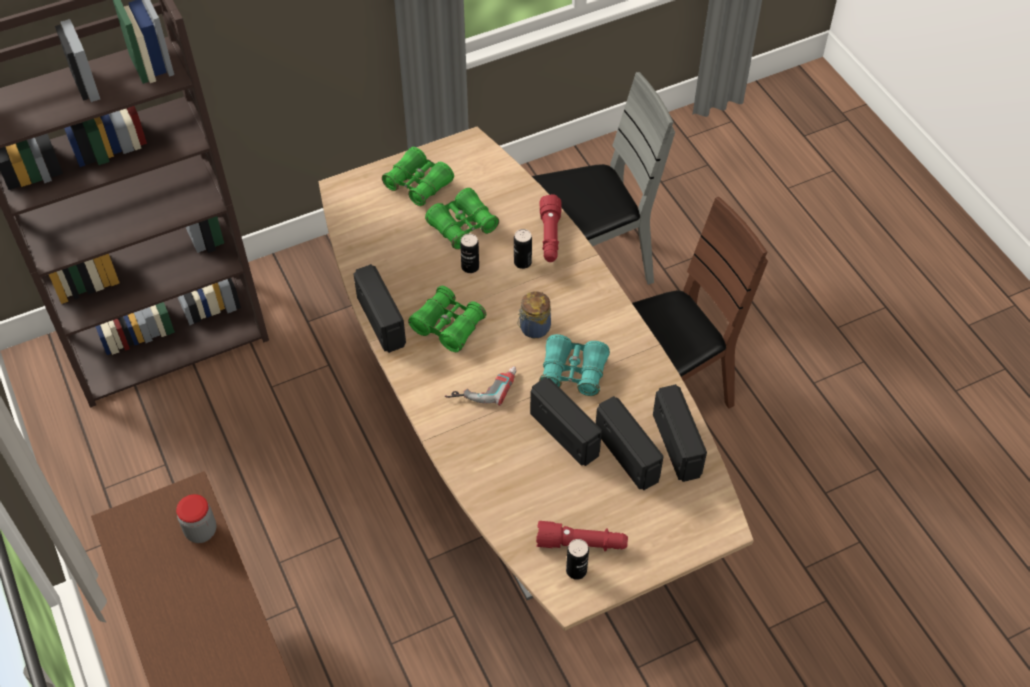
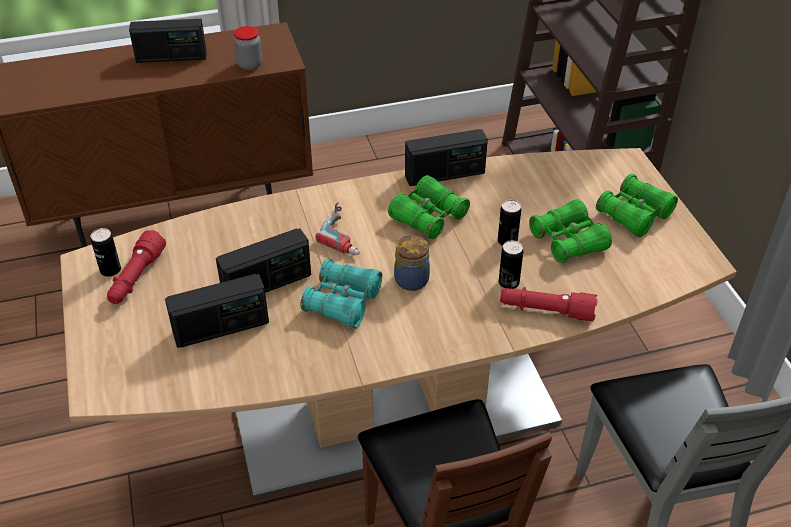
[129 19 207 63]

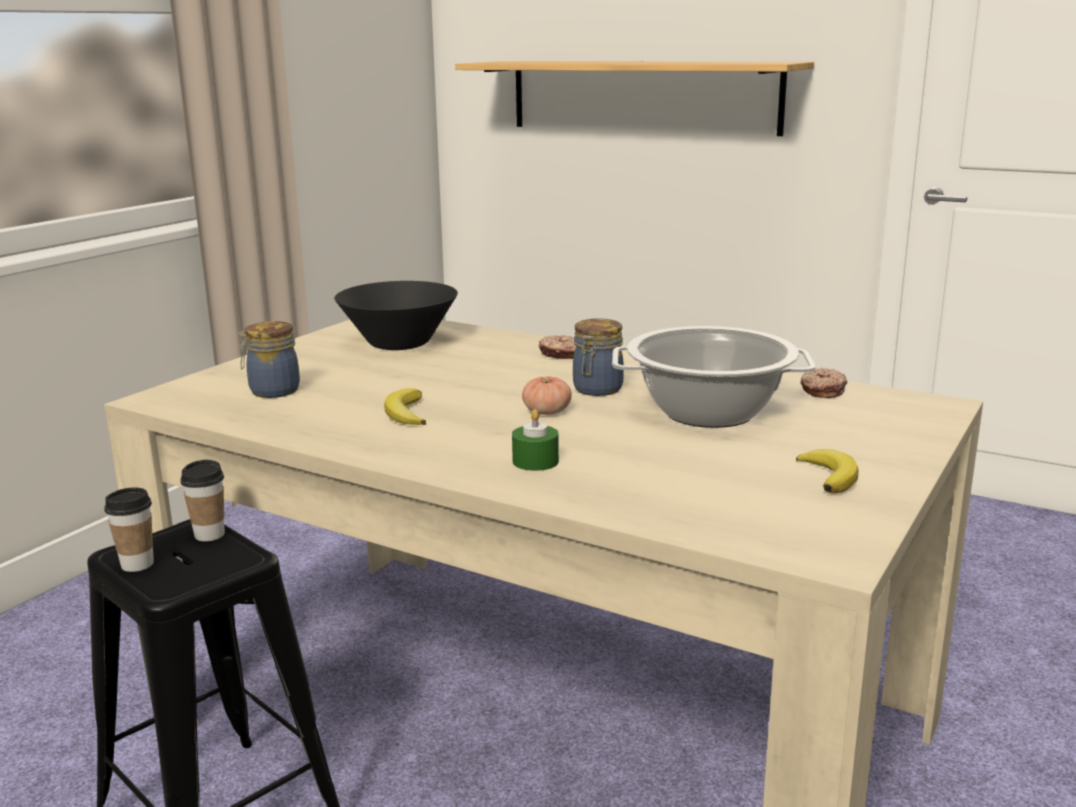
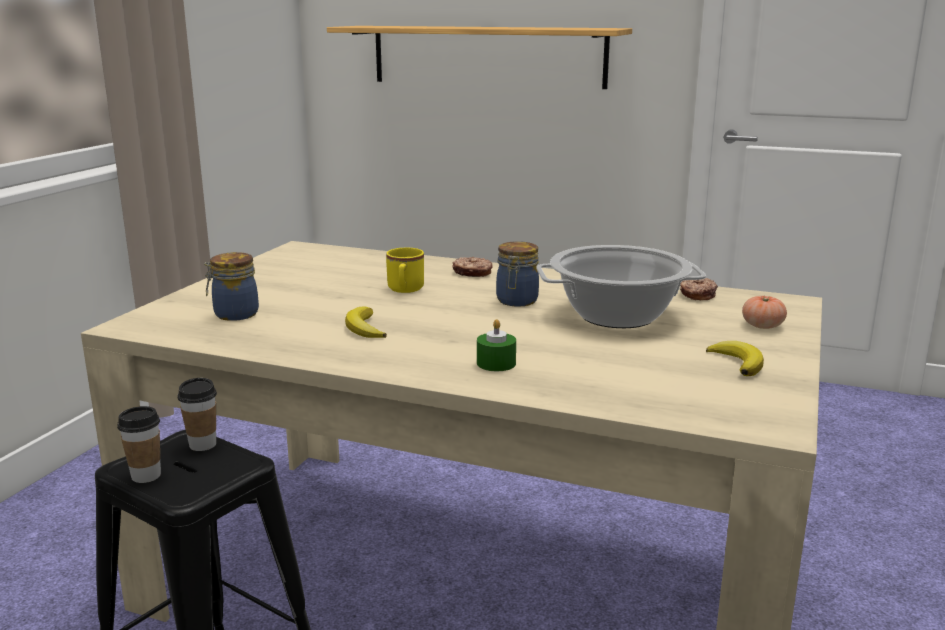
[334 281 458 350] (first image)
[742 296 787 329]
[386 248 424 293]

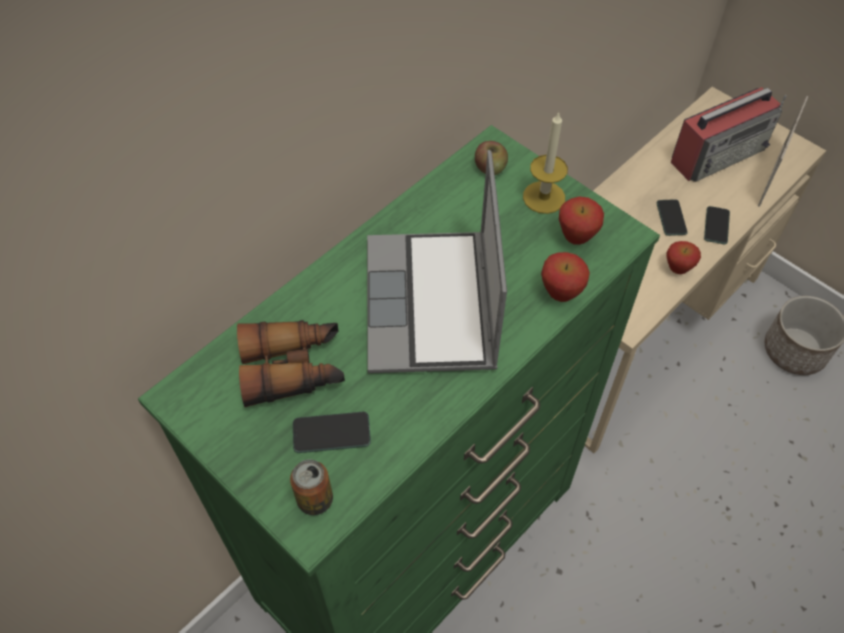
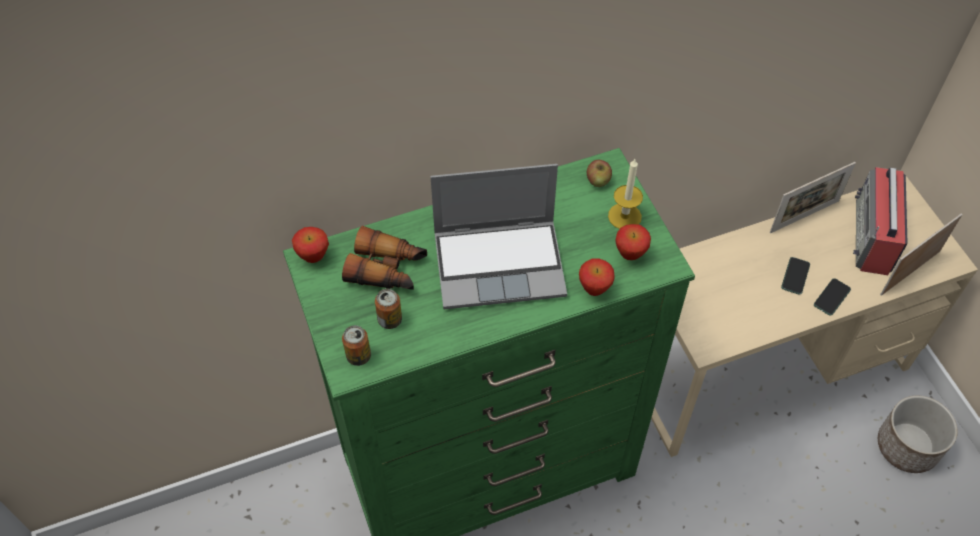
[853 167 908 275]
[430 164 567 309]
[292 227 329 263]
[375 289 402 329]
[770 162 856 233]

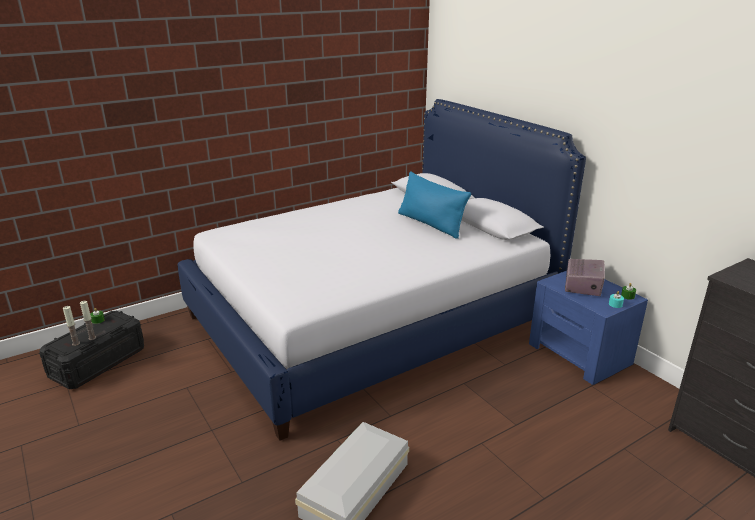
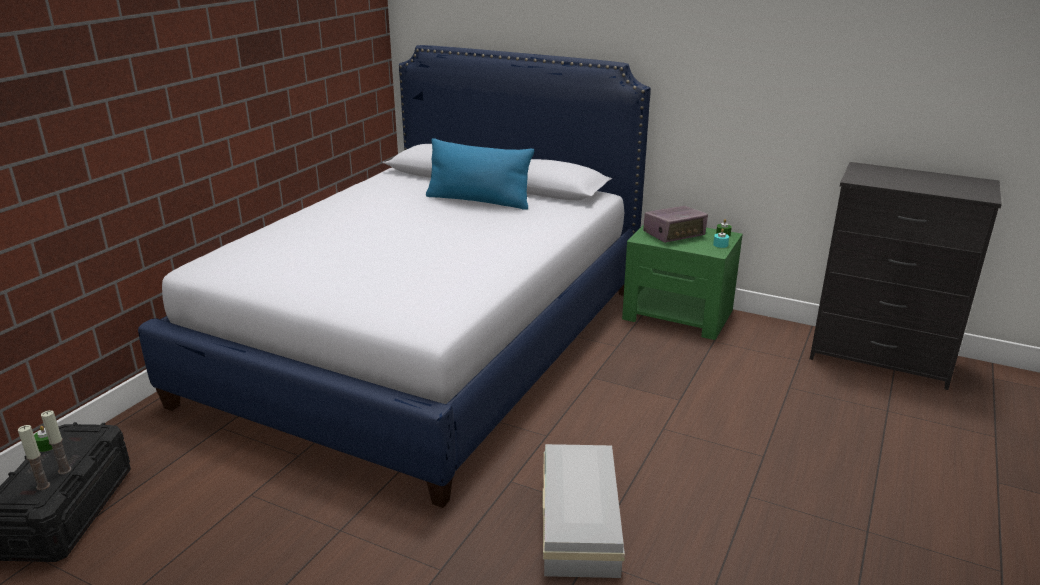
[643 206 708 243]
[622 225 743 340]

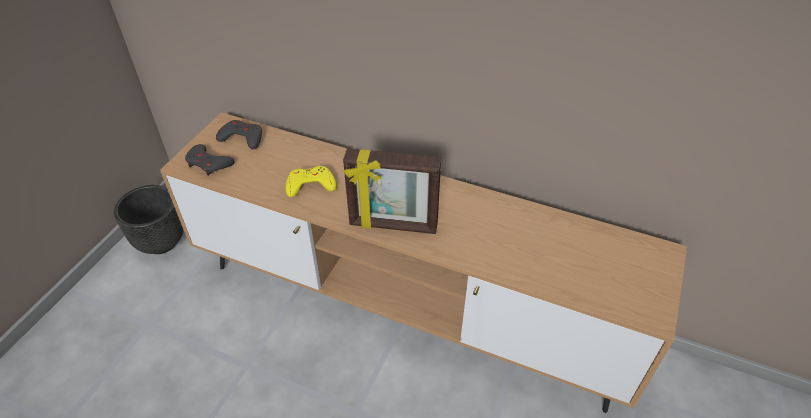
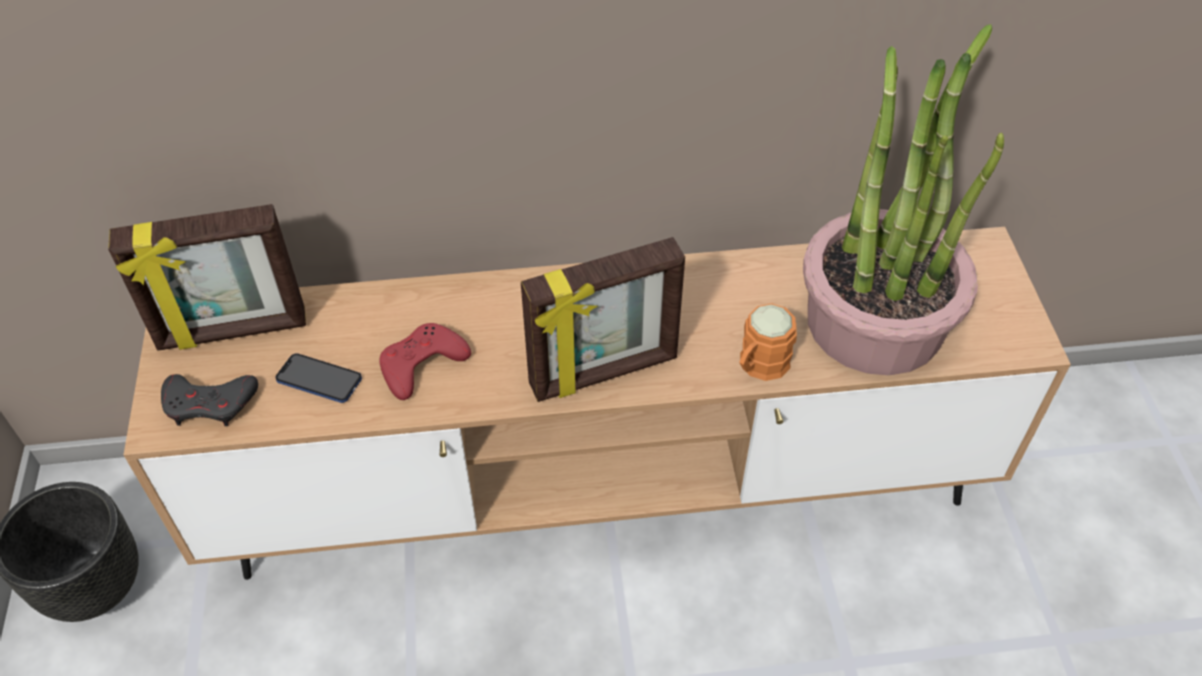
[108 204 306 351]
[379 323 471 400]
[803 24 1004 375]
[739 304 797 381]
[275 353 362 403]

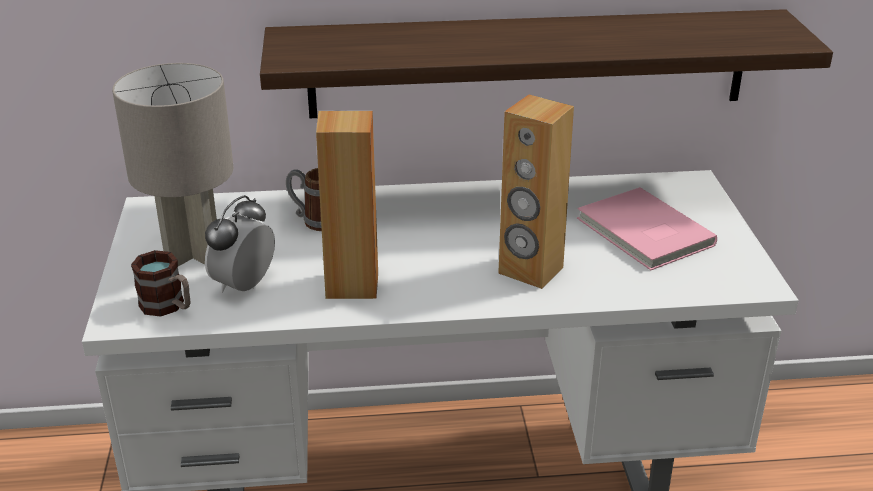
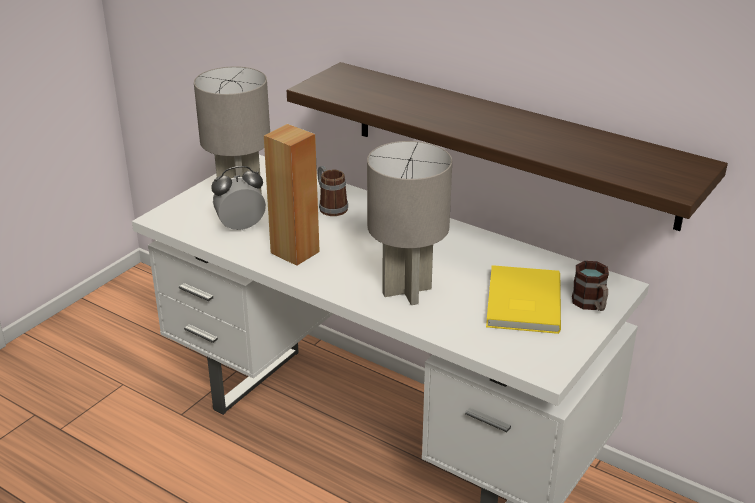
[367 141 452 305]
[486 265 561 334]
[572 261 609 311]

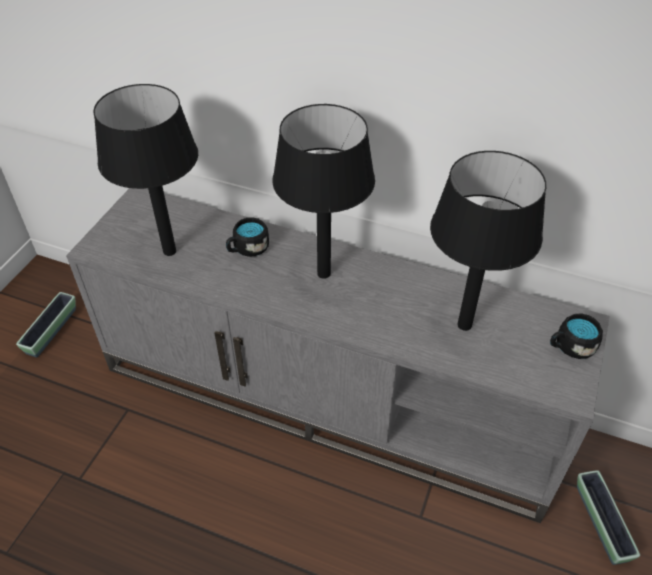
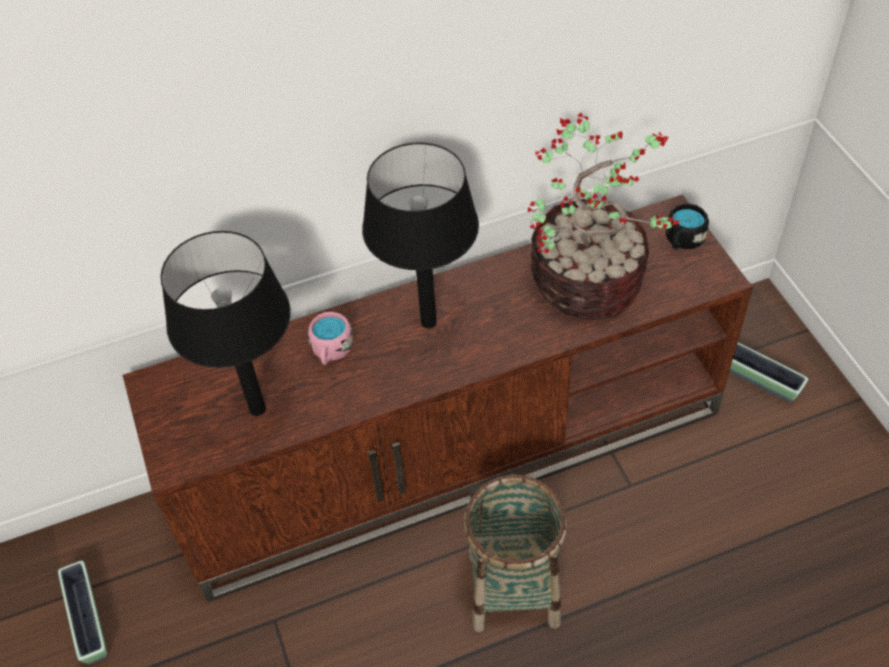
[527 112 680 320]
[123 194 753 602]
[308 312 353 365]
[464 475 567 632]

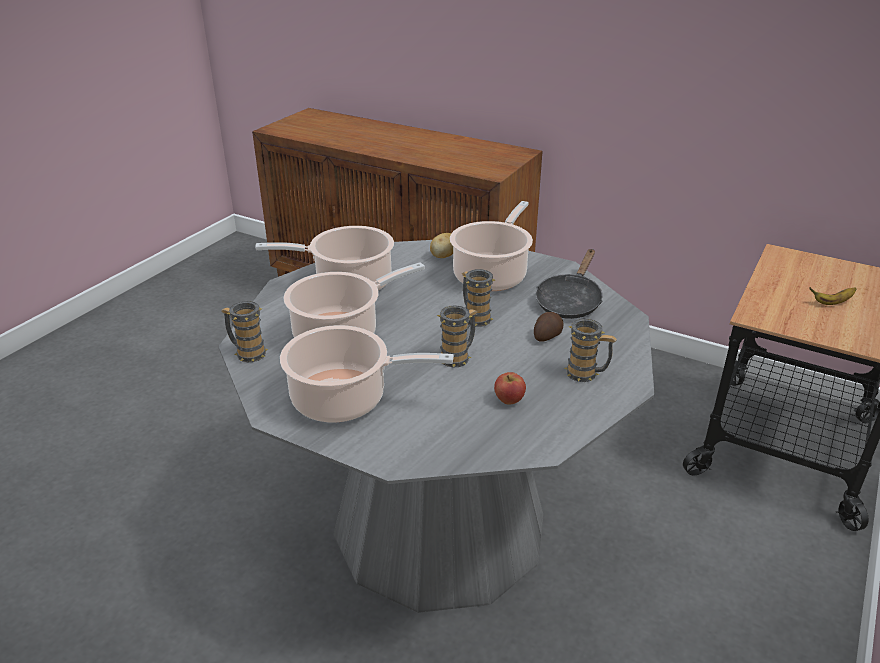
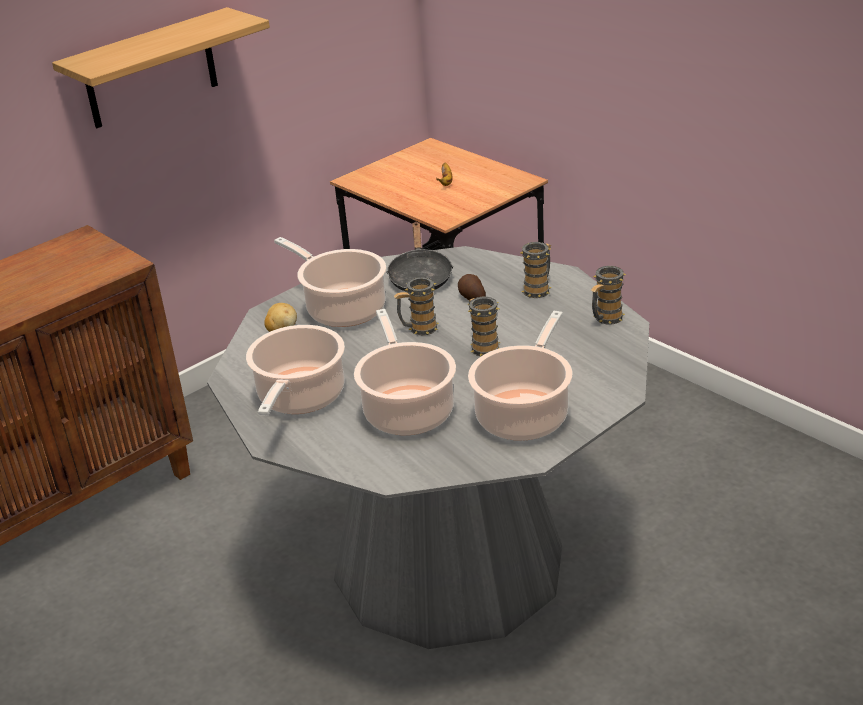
[386 222 453 292]
[591 266 626 325]
[494 372 526 405] (first image)
[52 7 270 128]

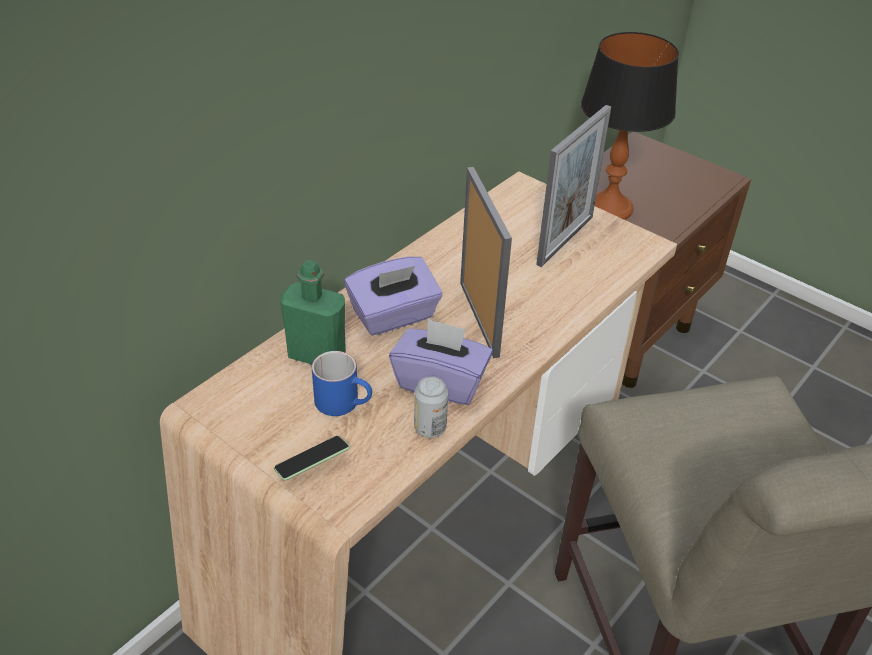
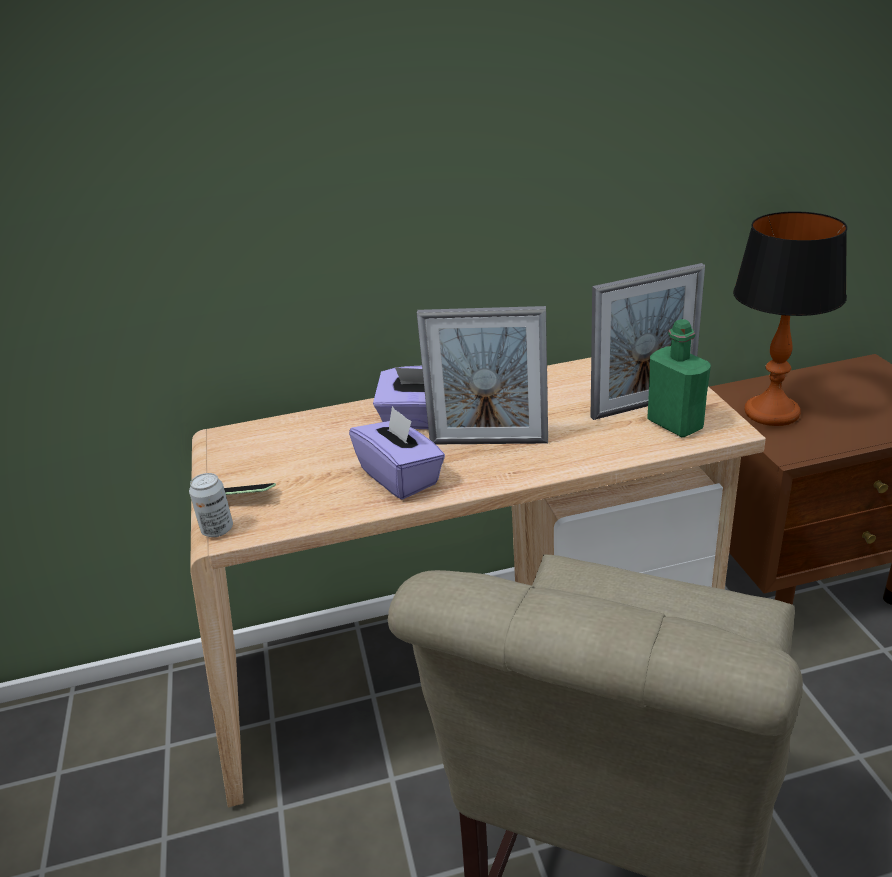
[417 306 548 444]
[647 319 711 437]
[312 351 372 416] (first image)
[189 473 233 537]

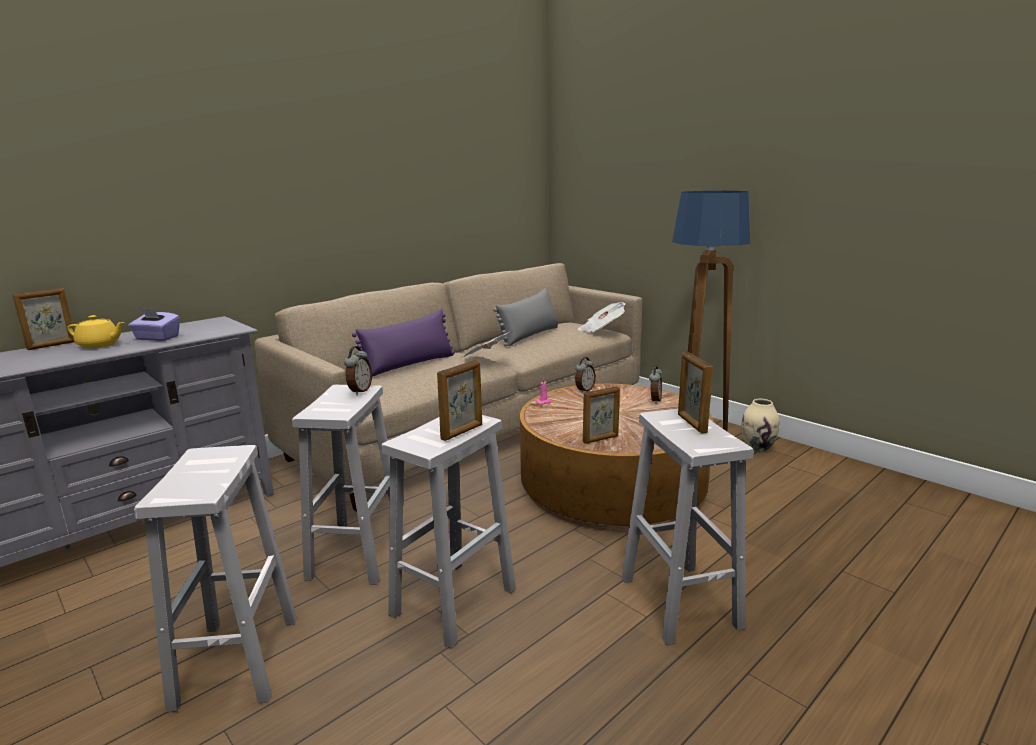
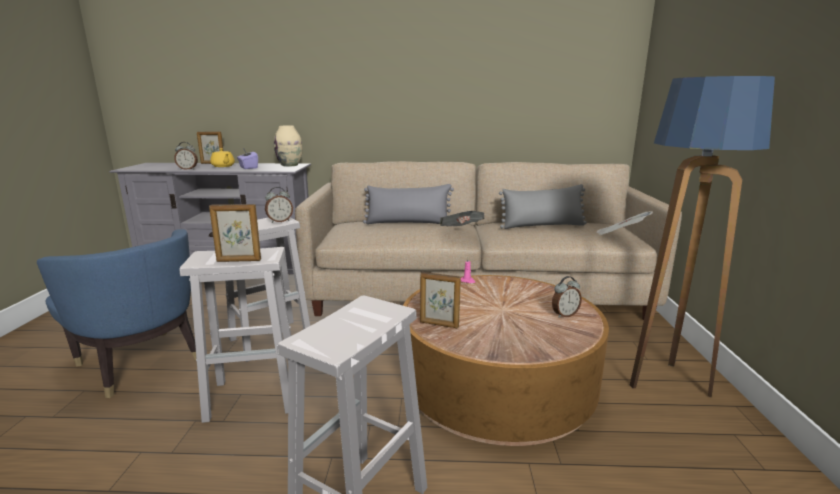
[363 184 454 224]
[678 352 713 434] (first image)
[174 142 198 170]
[274 125 303 167]
[37 229 196 398]

